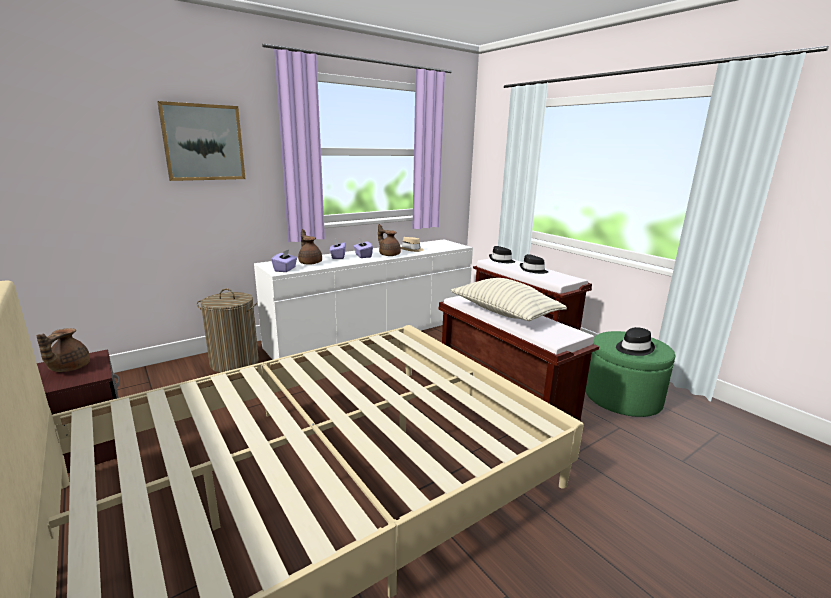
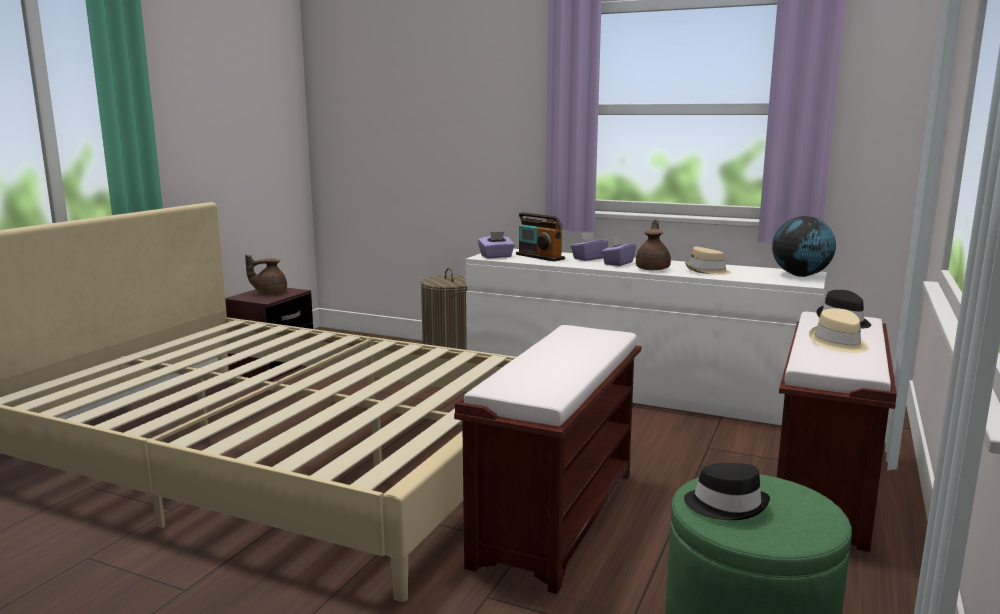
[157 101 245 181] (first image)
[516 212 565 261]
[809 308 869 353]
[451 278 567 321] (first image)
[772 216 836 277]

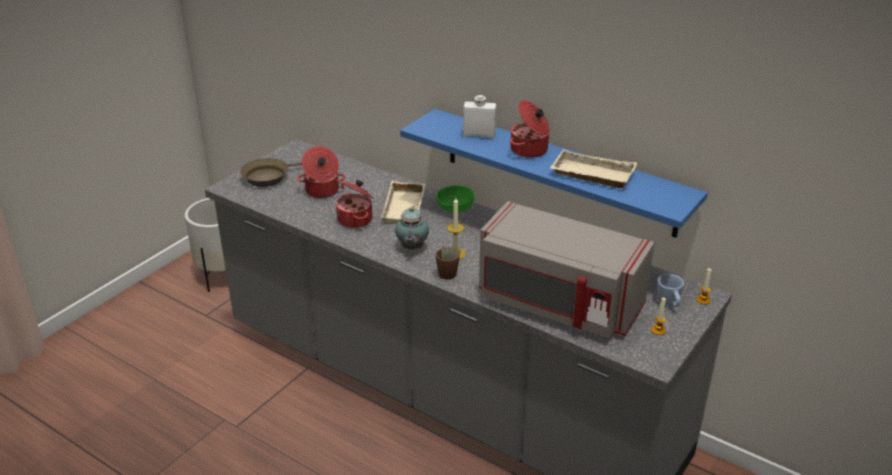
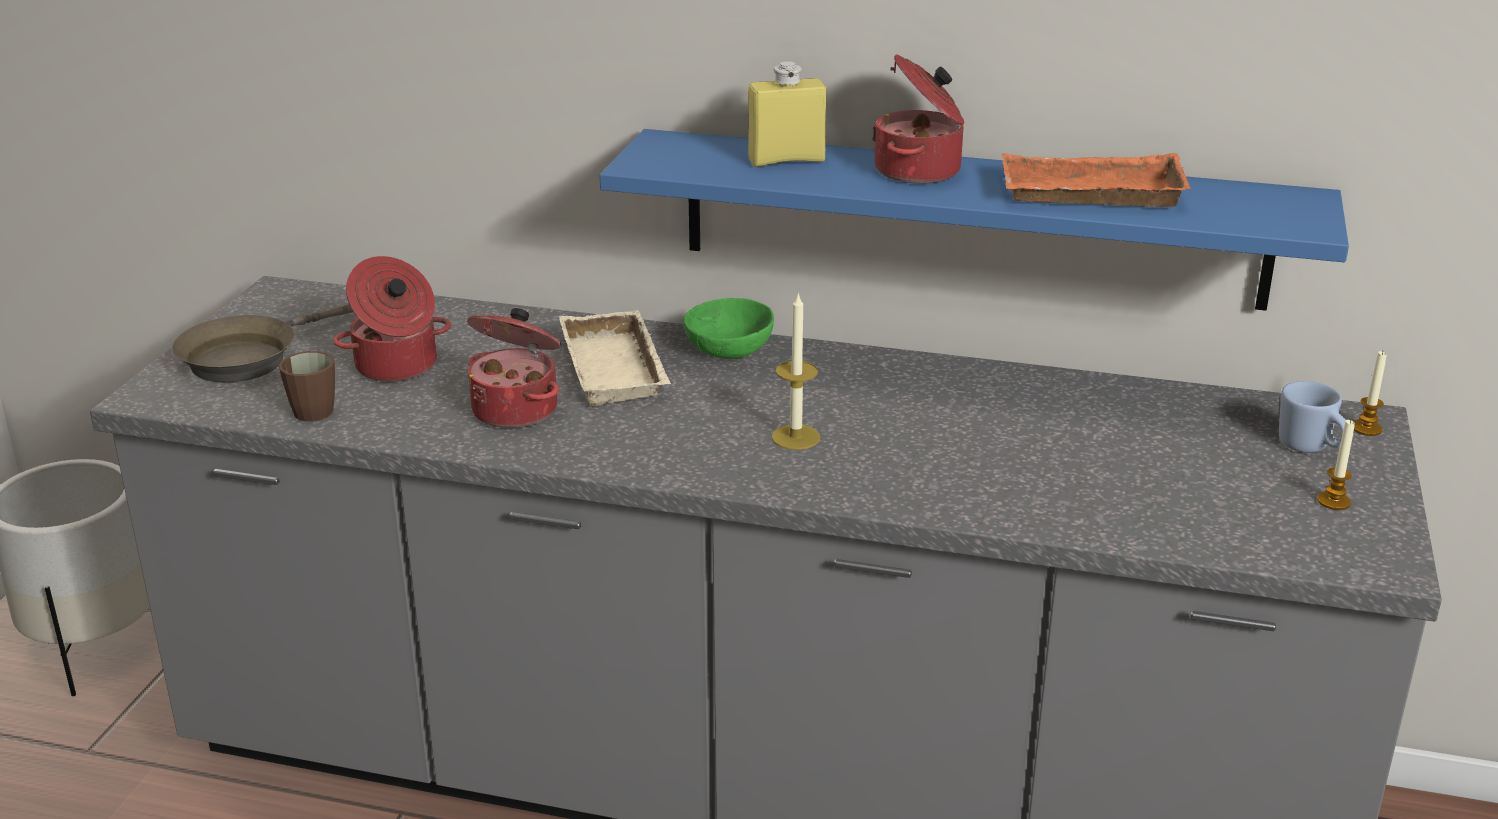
[748 61 827 167]
[1002 153 1191 207]
[479 201 655 338] (first image)
[395 206 429 250] (first image)
[279 351 335 421]

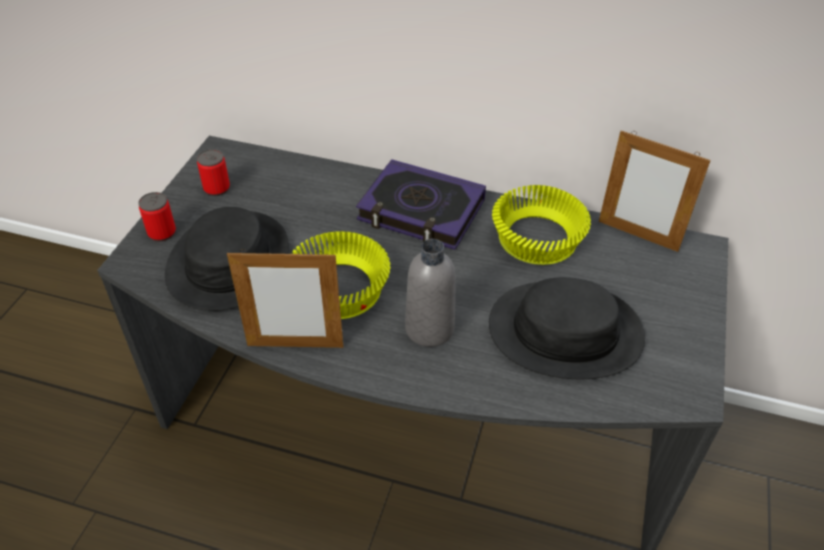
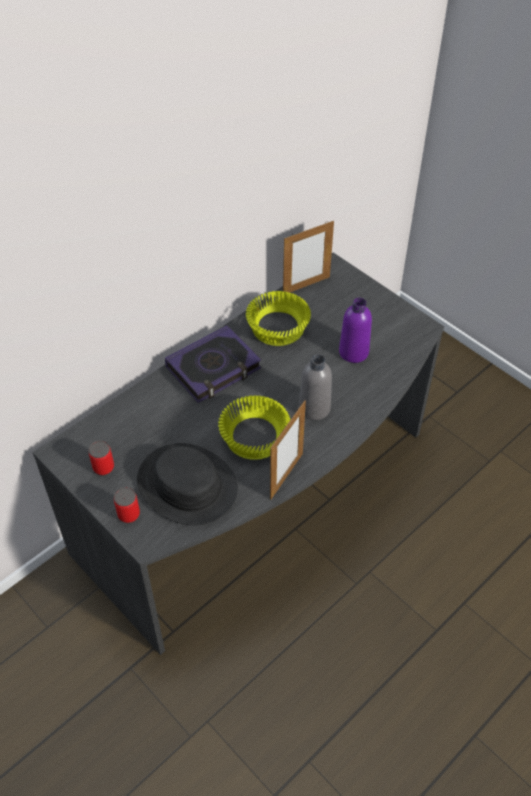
[339 298 372 363]

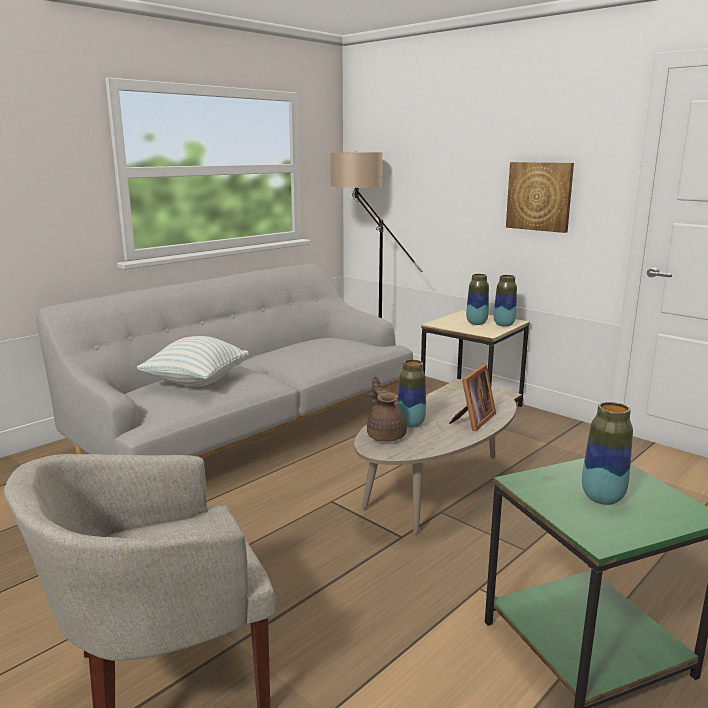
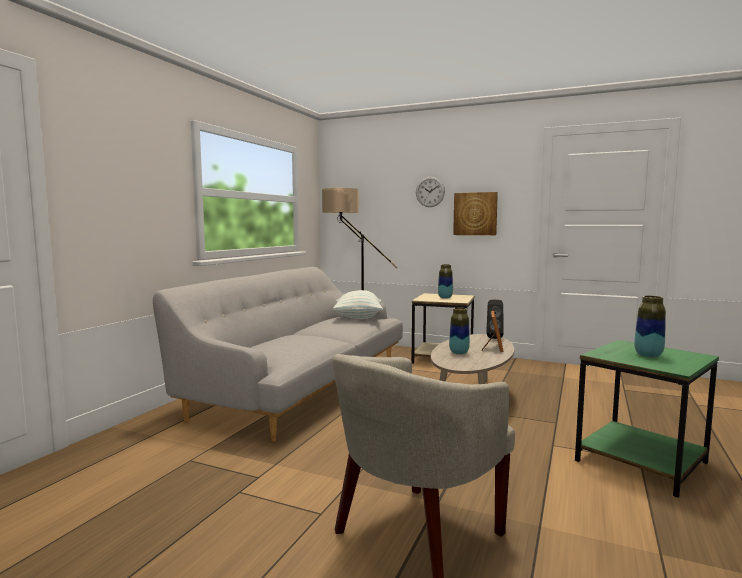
[494 275 517 327] (first image)
[333 290 383 319]
[367 376 407 442] (first image)
[416 176 445 207]
[486 300 504 339]

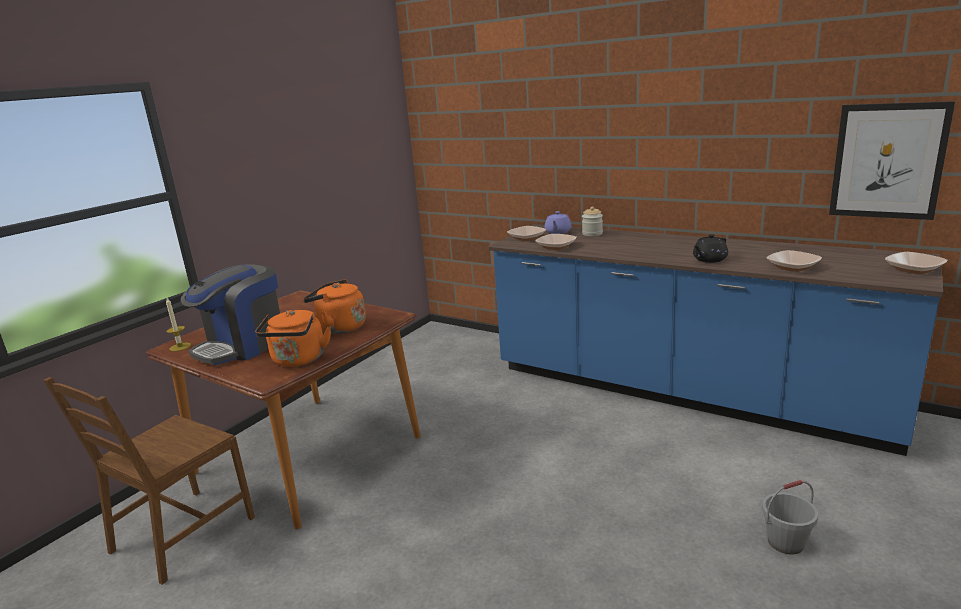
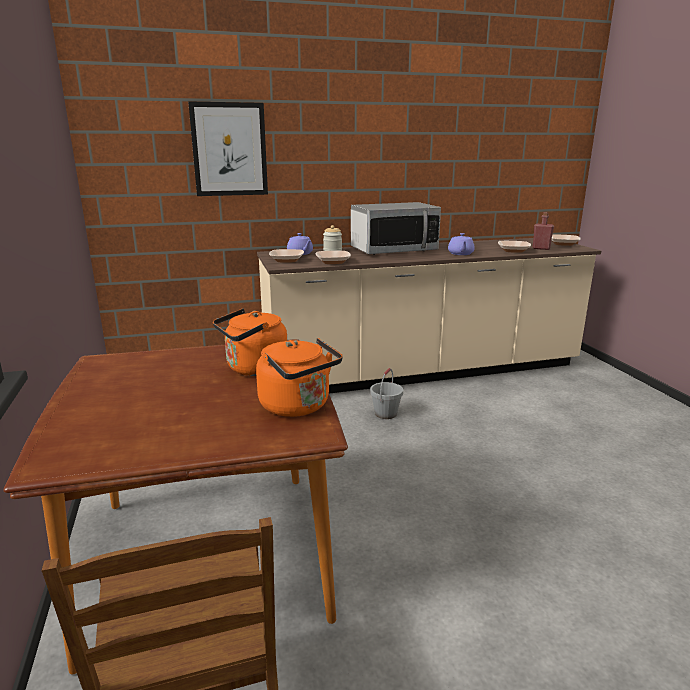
[188 101 268 196]
[257 238 601 394]
[448 233 475 255]
[181 264 280 365] (first image)
[166 298 191 351] (first image)
[370 368 403 419]
[351 202 441 255]
[533 212 554 250]

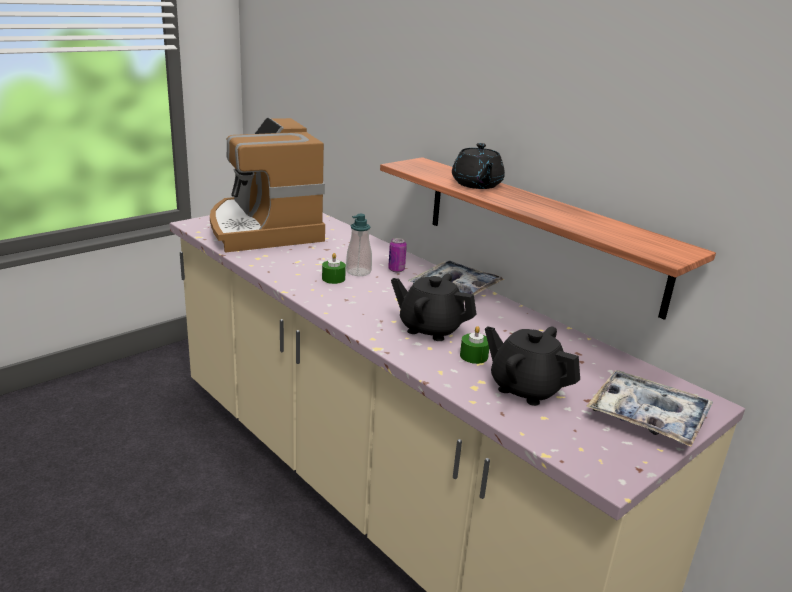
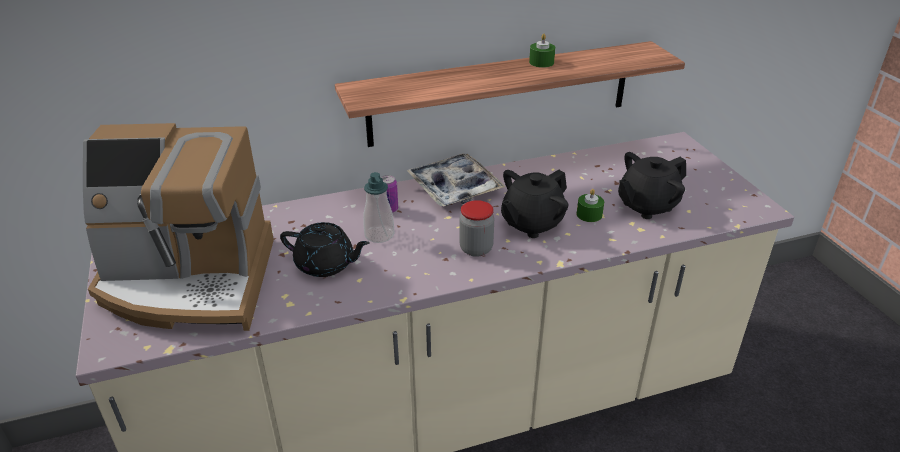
[280 222 370 277]
[529 34 555 68]
[586 370 713 447] (first image)
[459 200 494 257]

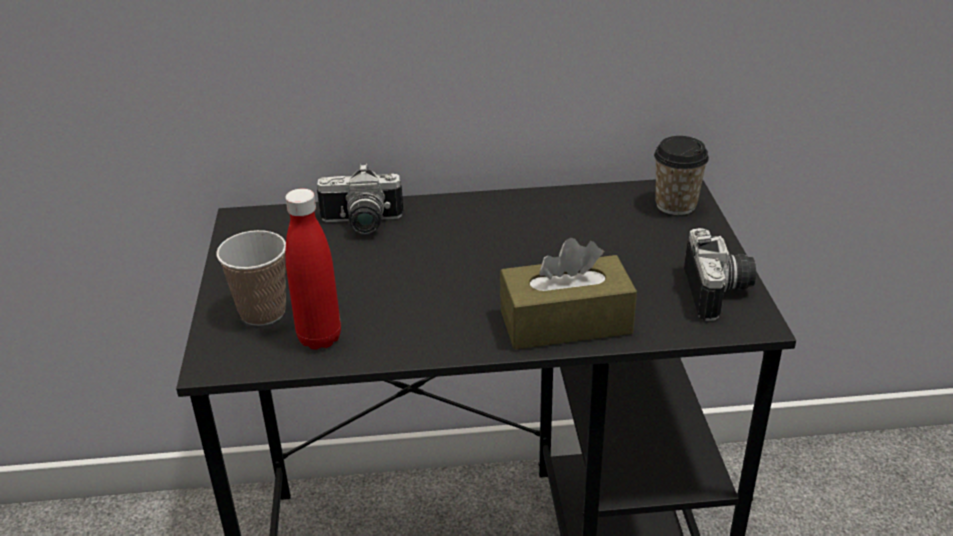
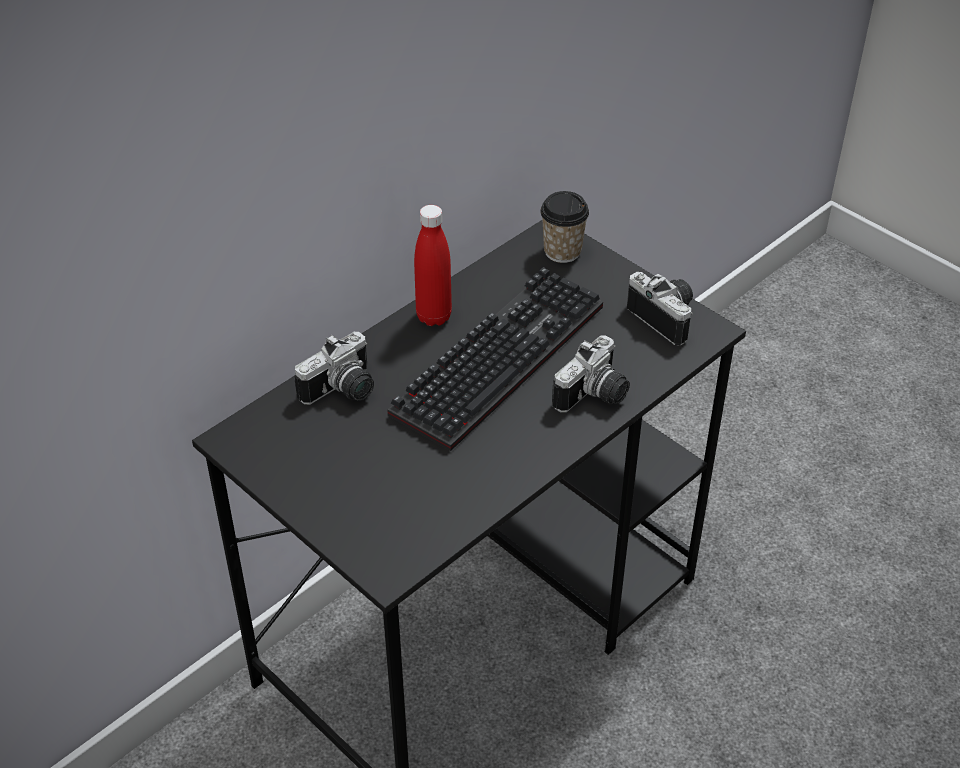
[414 205 452 326]
[217 230 286 326] (first image)
[552 335 630 413]
[387 267 603 451]

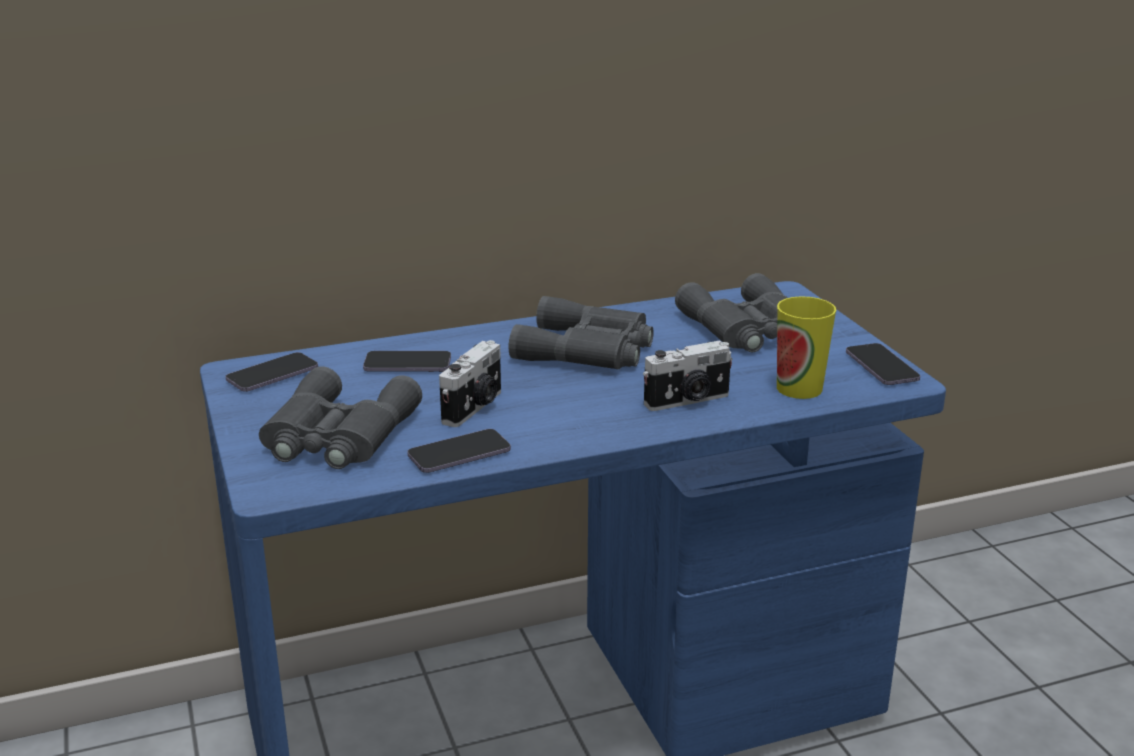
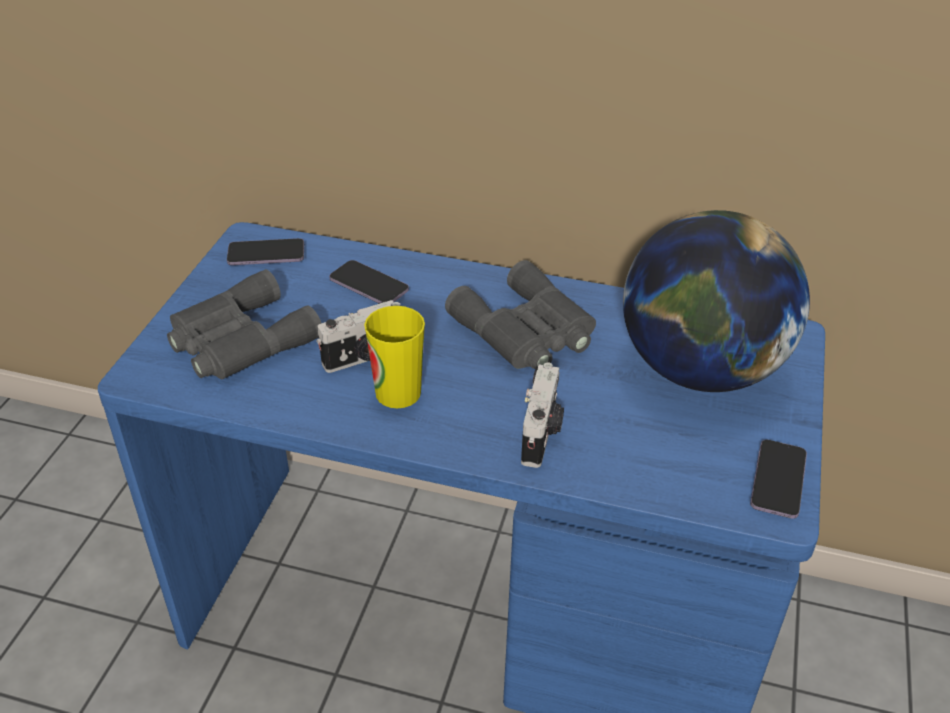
[623 210 810 392]
[364 306 425 408]
[521 363 564 468]
[407 429 511 473] (first image)

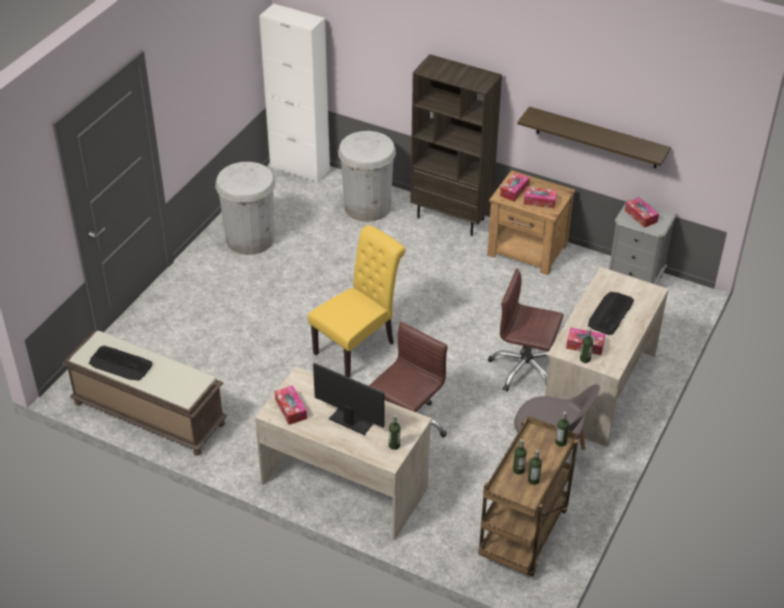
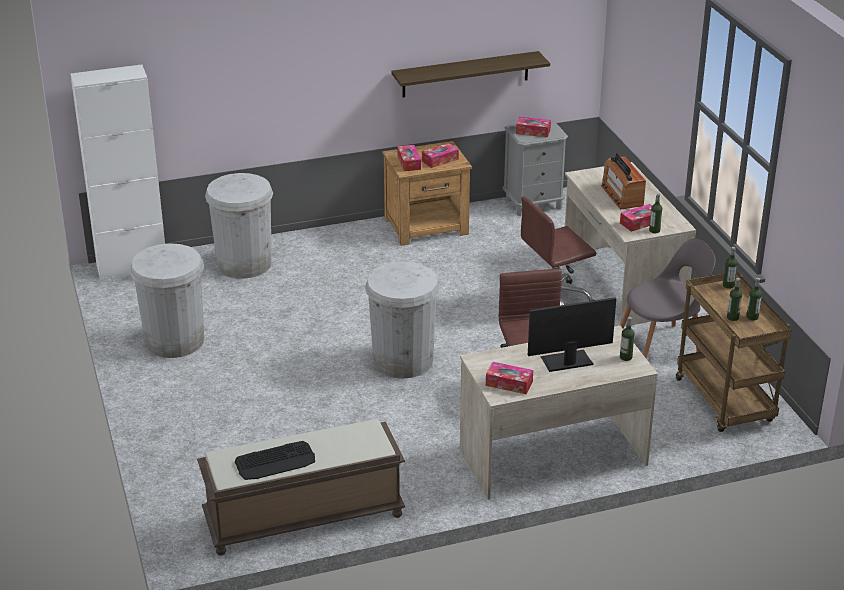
[410 54 502 236] (first image)
[365 262 440 379]
[601 153 646 209]

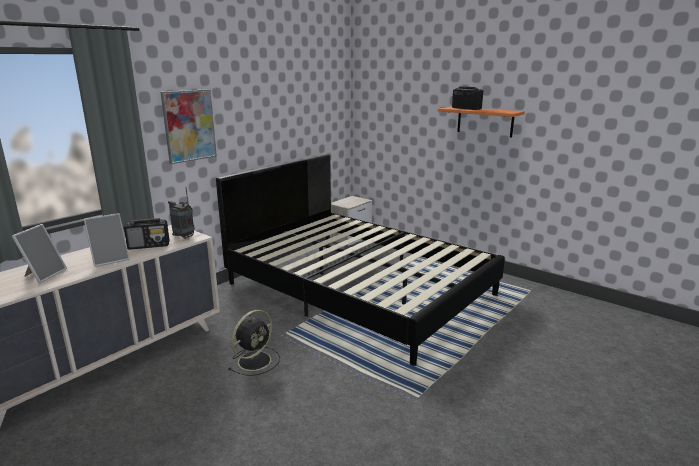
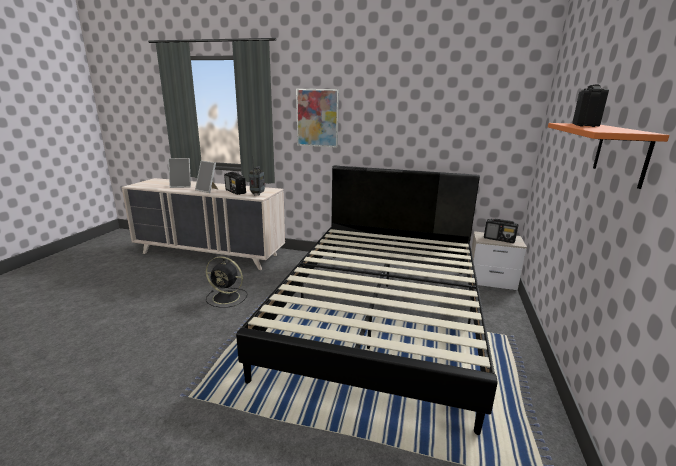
[484 219 518 243]

